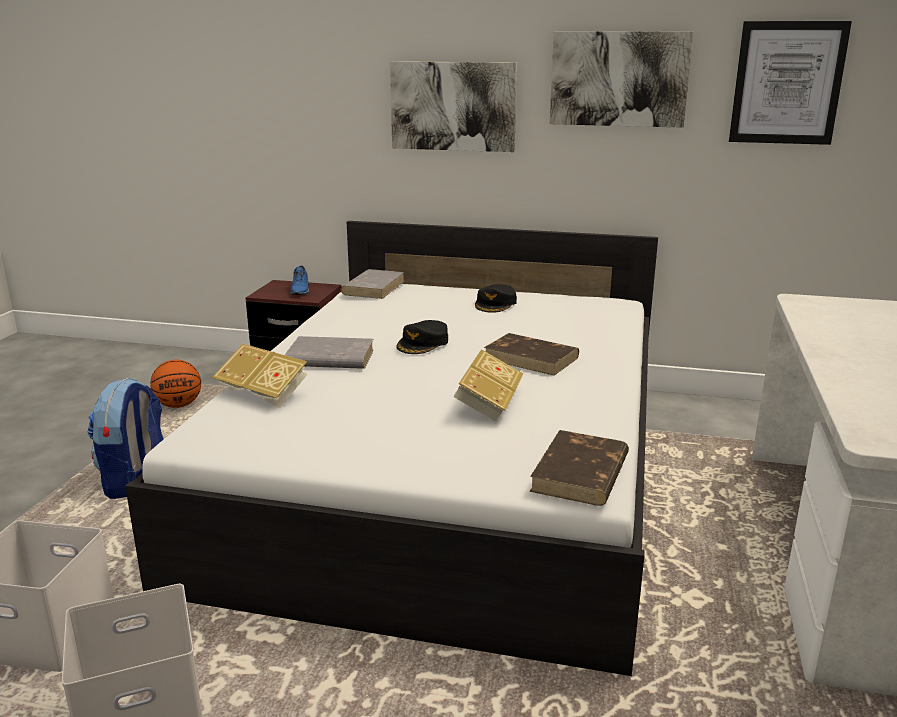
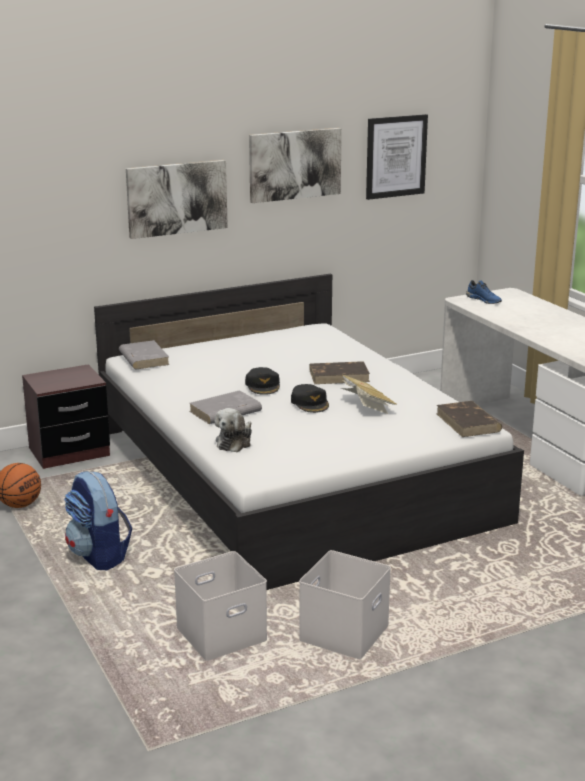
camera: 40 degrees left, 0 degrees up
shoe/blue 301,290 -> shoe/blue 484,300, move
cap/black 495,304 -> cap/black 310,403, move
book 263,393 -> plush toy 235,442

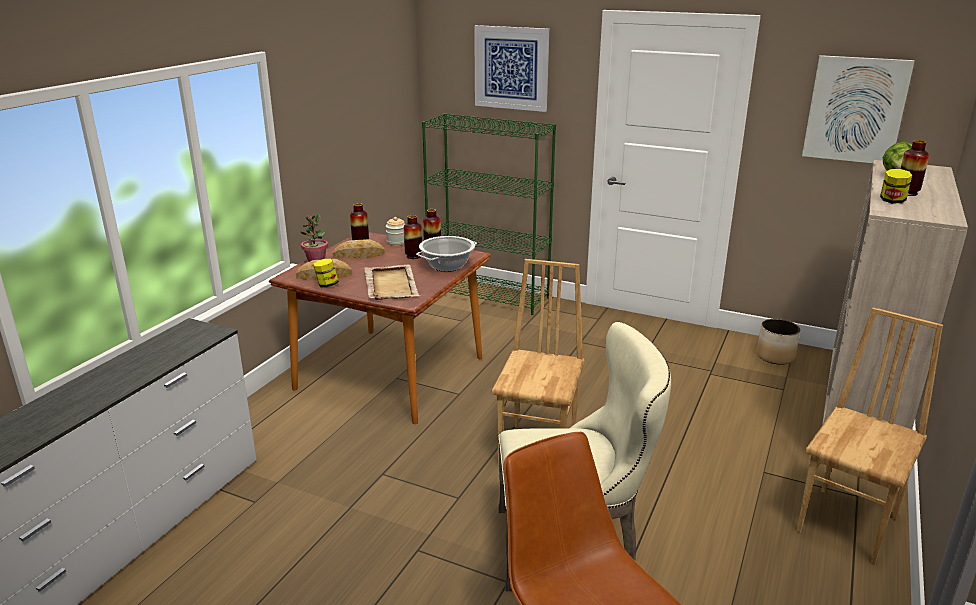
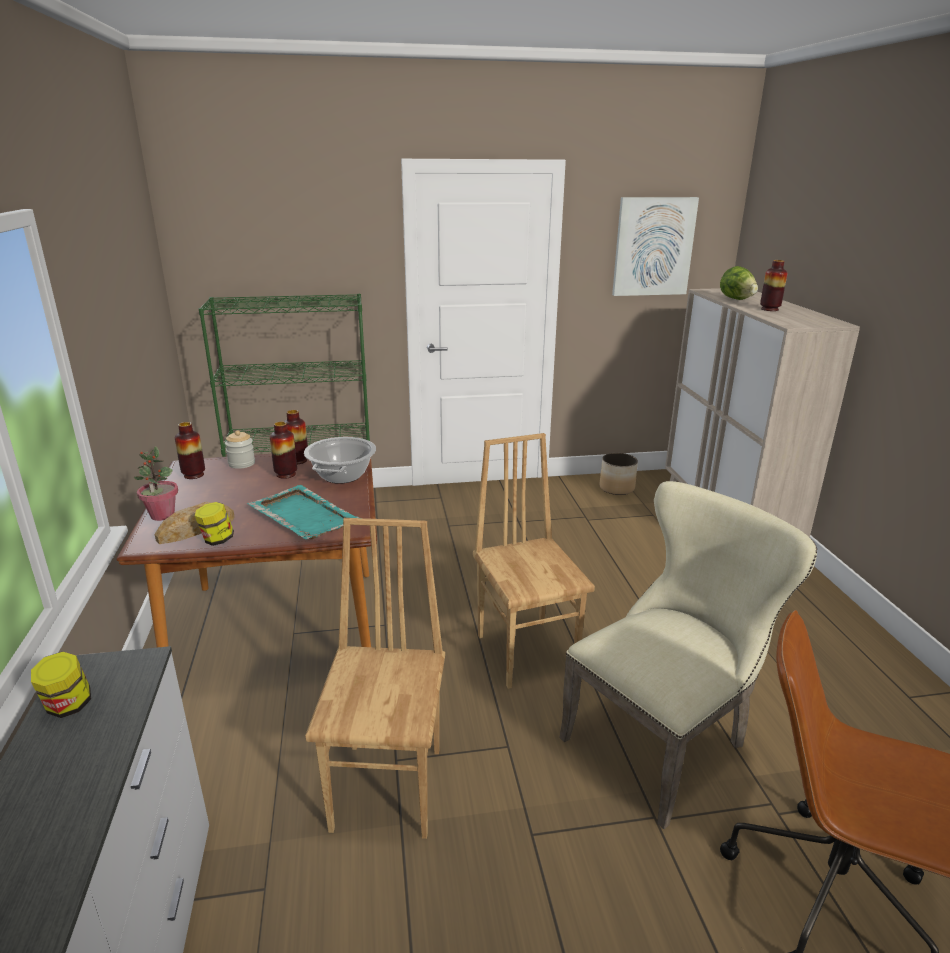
camera: 35 degrees left, 0 degrees up
picture 511,68 -> none
jar 892,201 -> jar 68,706, move
bread 358,255 -> none
tray/beige 391,284 -> tray/turquoise 303,515
chair/brown 849,524 -> chair/brown 390,787, move

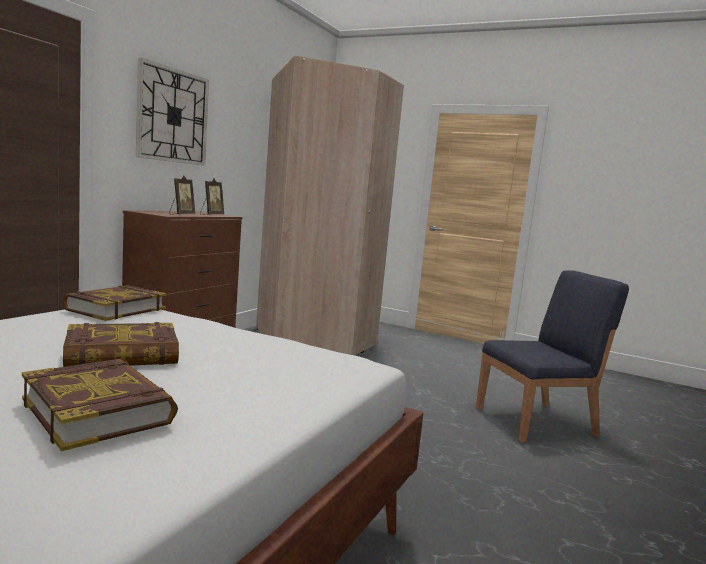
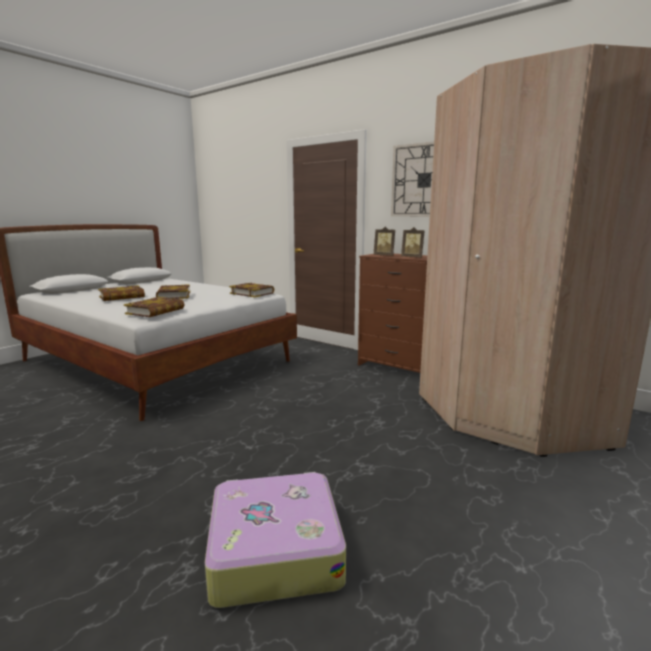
camera: 100 degrees right, 5 degrees up
chair/blue 537,421 -> suitcase 274,549
none -> book 155,311

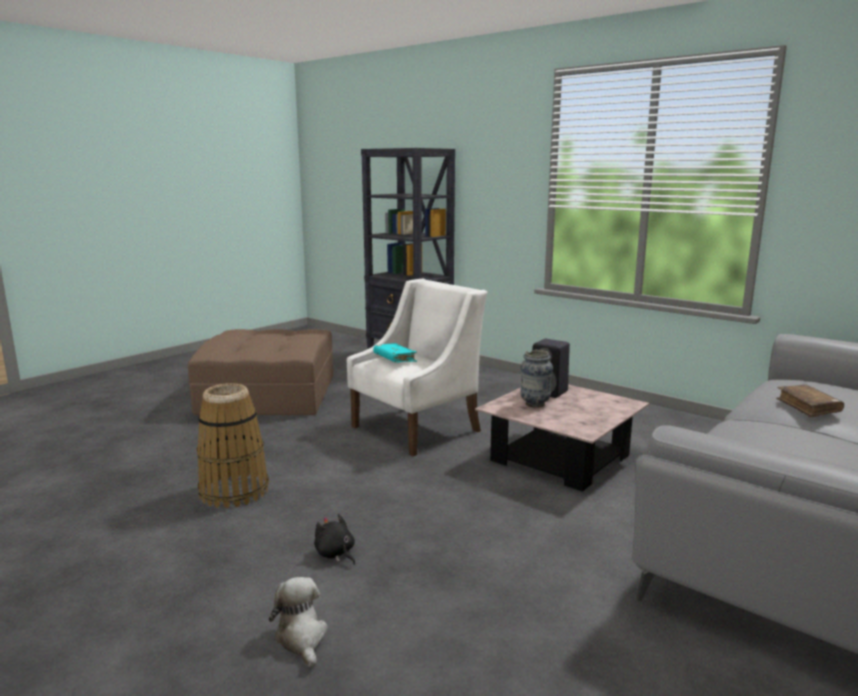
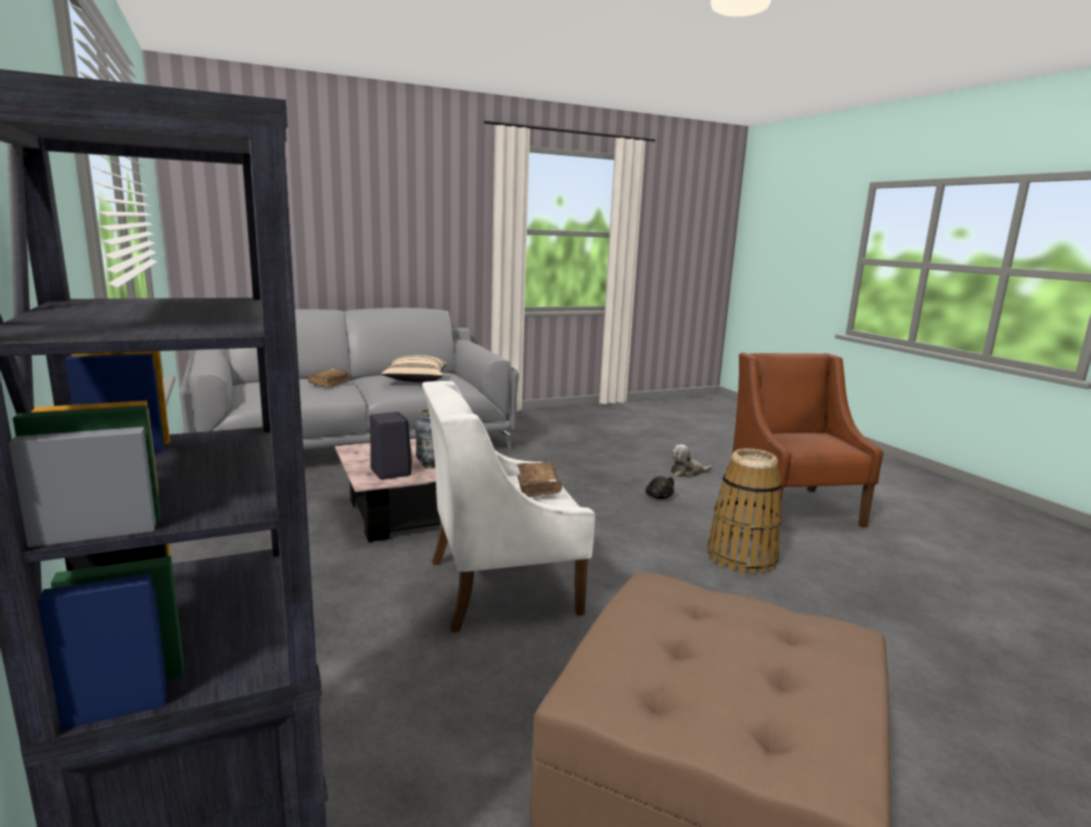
camera: 155 degrees left, 0 degrees up
book/turquoise 394,359 -> book/brown 538,487
plush toy 301,638 -> plush toy 687,473, 75 degrees clockwise
none -> armchair/brown 792,508
none -> pillow/beige 415,380

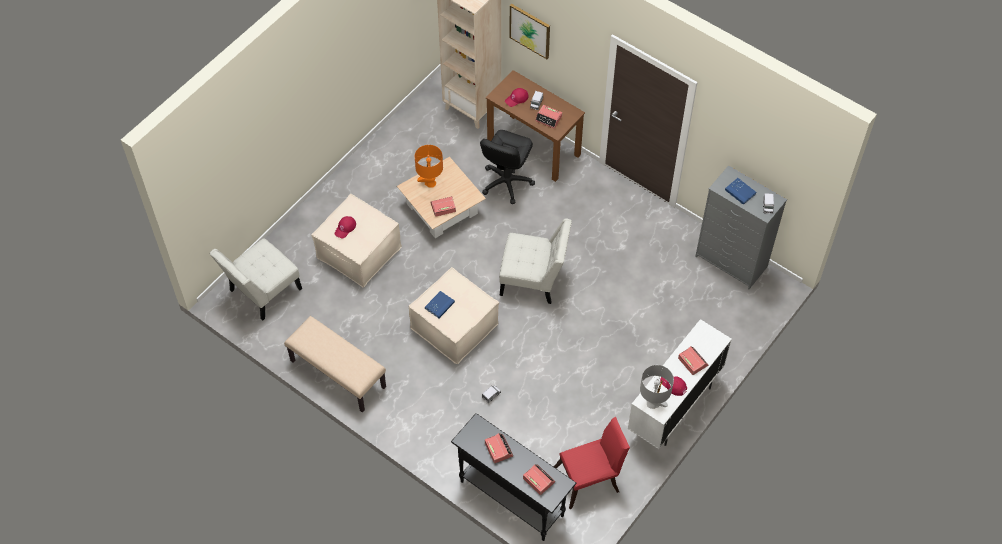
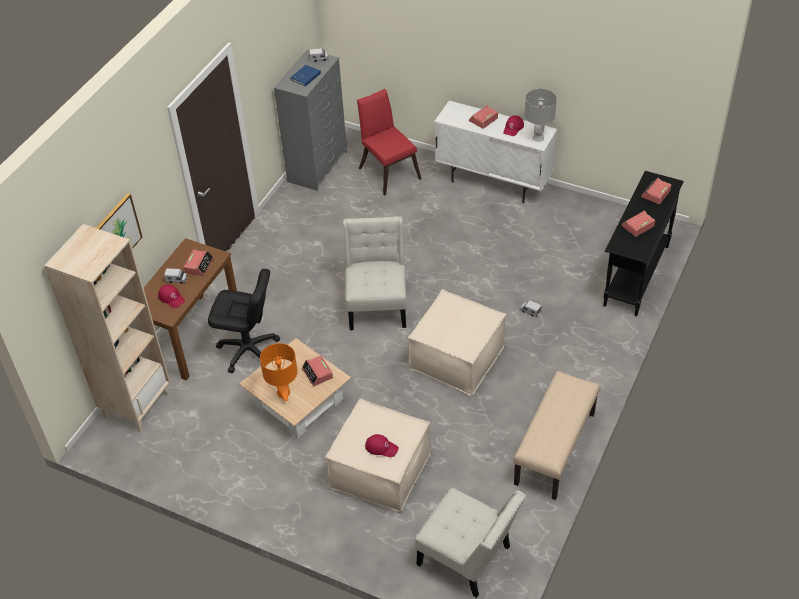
camera: 100 degrees left, 10 degrees down
book/blue 439,305 -> none
chair/red 590,479 -> chair/red 388,171, move

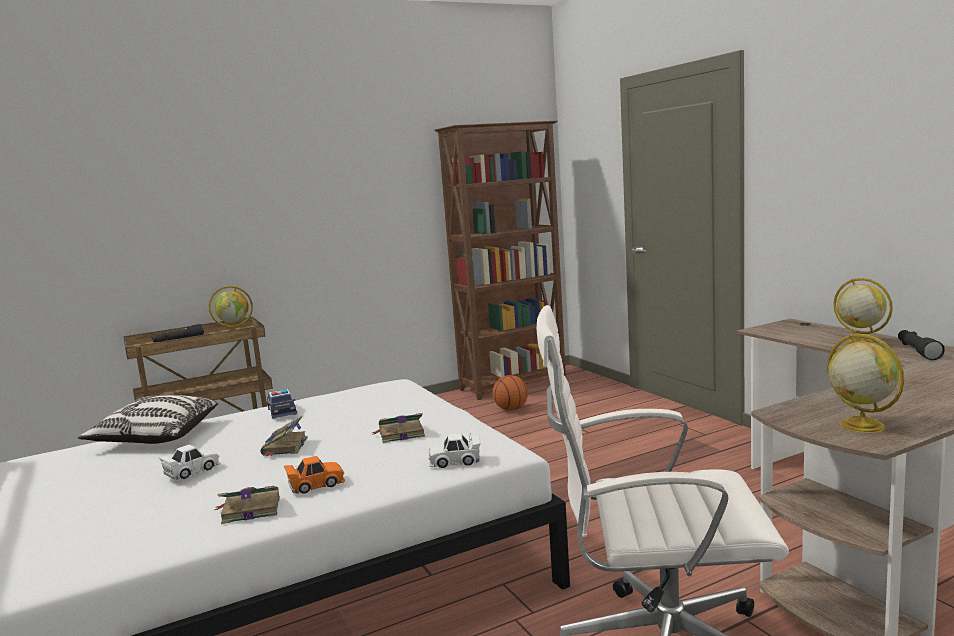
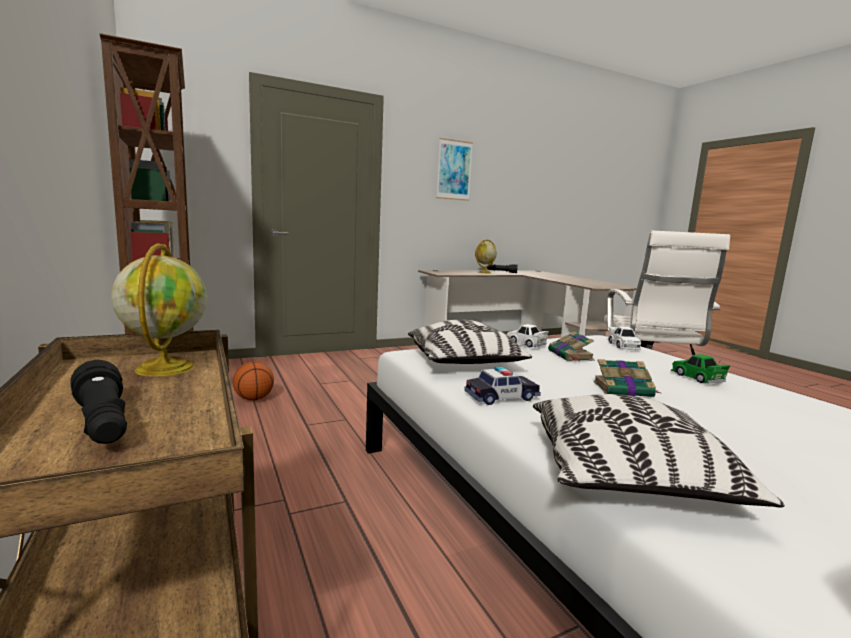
camera: 90 degrees left, 0 degrees up
globe 860,425 -> none
toy car/white 192,471 -> toy car/white 526,343, move
toy car/orange 316,485 -> toy car/green 697,378
book 249,510 -> none
none -> picture 454,170
none -> pillow 464,363

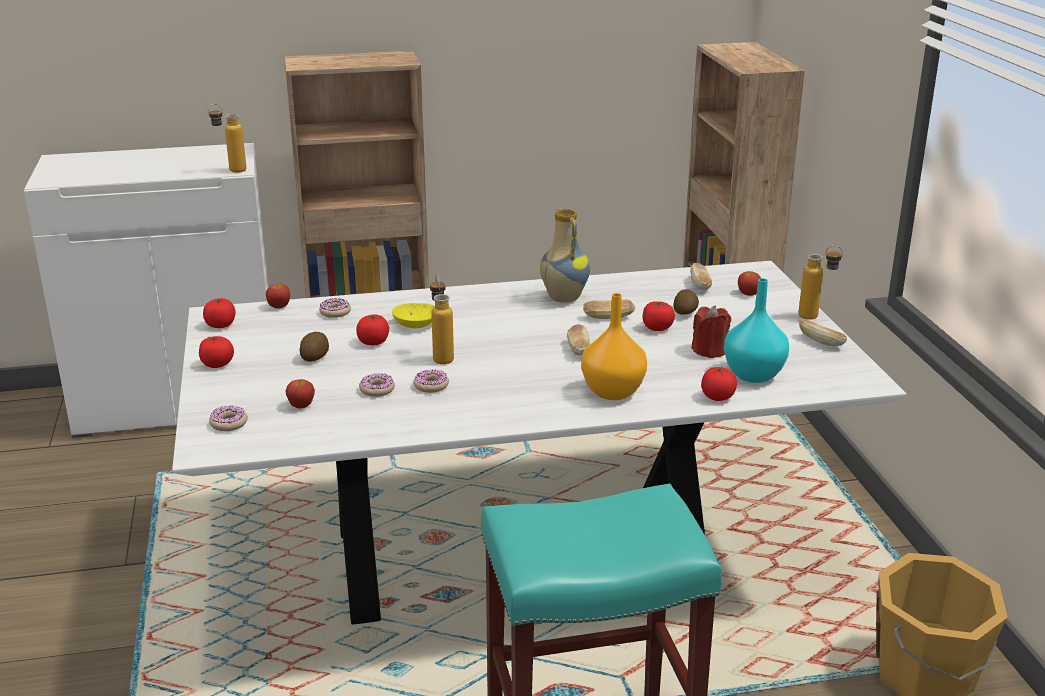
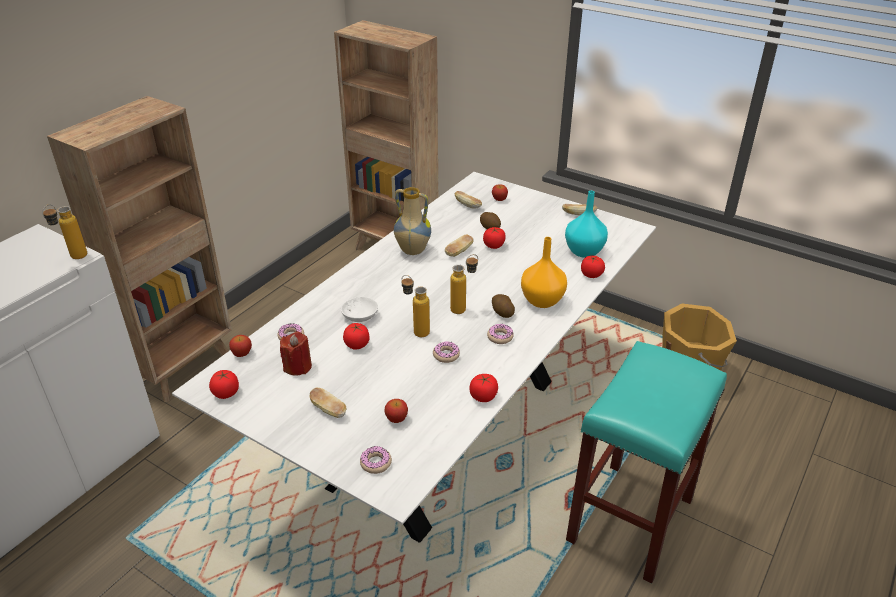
camera: 45 degrees left, 10 degrees up
bottle 816,317 -> bottle 464,308, move
bowl/yellow 415,325 -> bowl/white 360,317
candle/red 709,350 -> candle/red 297,366, move
bread 578,350 -> bread 328,410, move
potato 314,357 -> potato 502,312, move
tomato 217,364 -> tomato 483,396, move
donut 377,390 -> donut 500,337, move

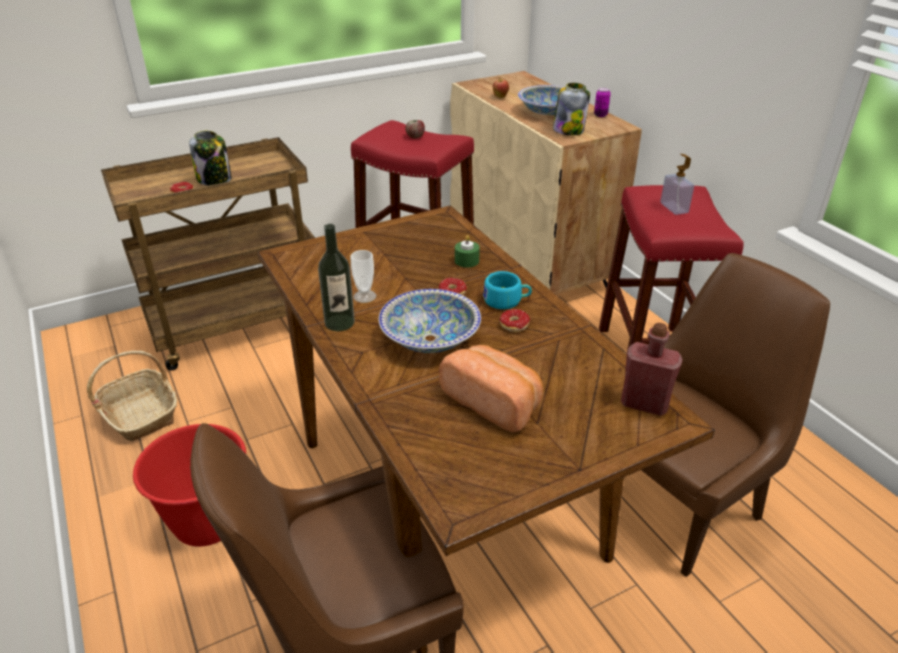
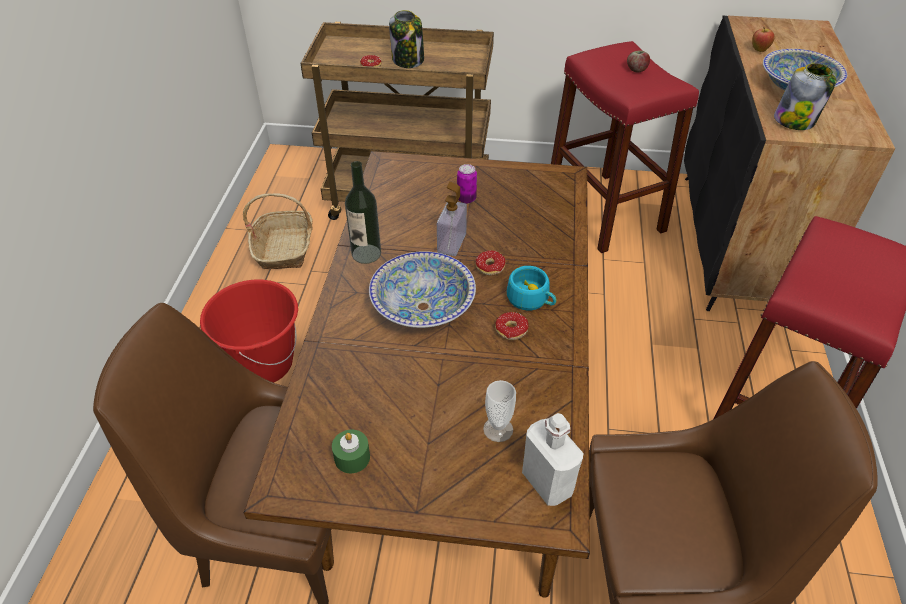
camera: 35 degrees right, 10 degrees up
cabinet/beige 529,259 -> cabinet/black 737,242
can 600,115 -> can 466,199, move
soap dispenser 674,208 -> soap dispenser 451,243, move
candle/green 466,261 -> candle/green 352,457, move
cup 364,296 -> cup 498,429, move
bottle/red 644,404 -> bottle/white 547,482
bread 494,402 -> none

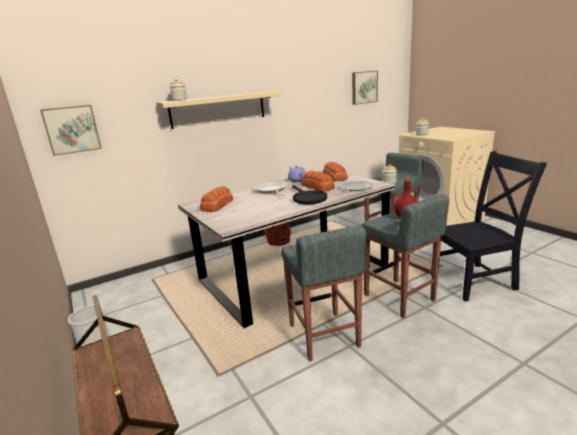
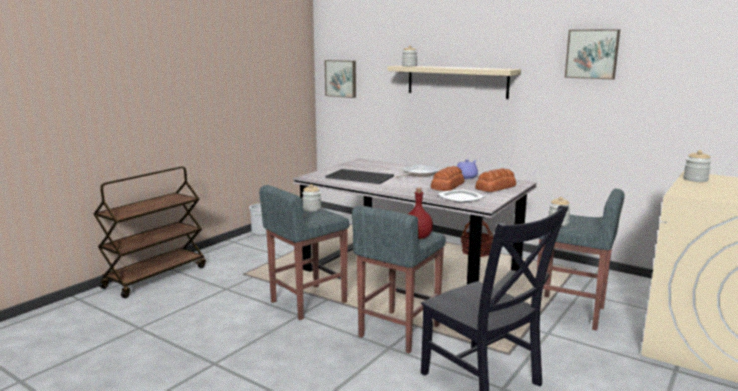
camera: 65 degrees right, 5 degrees down
picture 364,87 -> picture 592,54, move
frying pan/black 307,198 -> none
bread 216,205 -> none
none -> tray 360,177
none -> jar 312,209

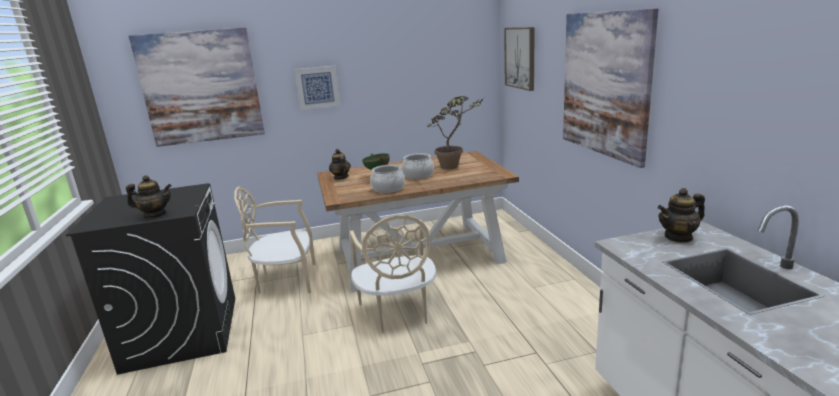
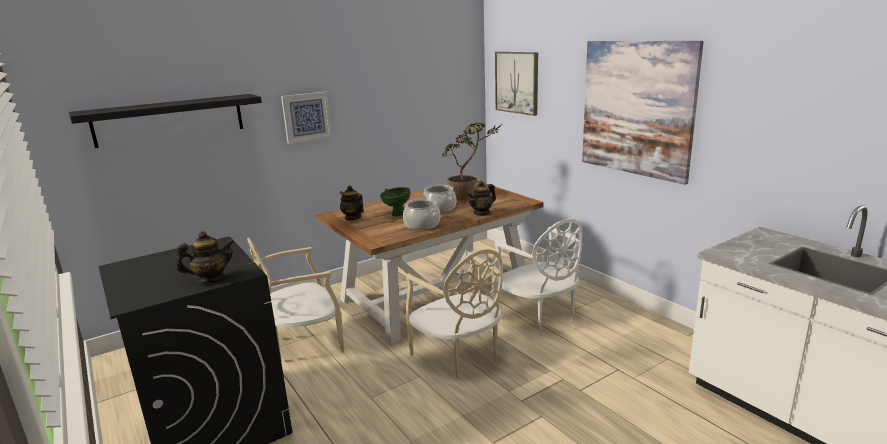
camera: 20 degrees left, 0 degrees up
picture 201,87 -> shelf/black 170,120
teapot 678,237 -> teapot 482,213, move
none -> chair/white 538,317

